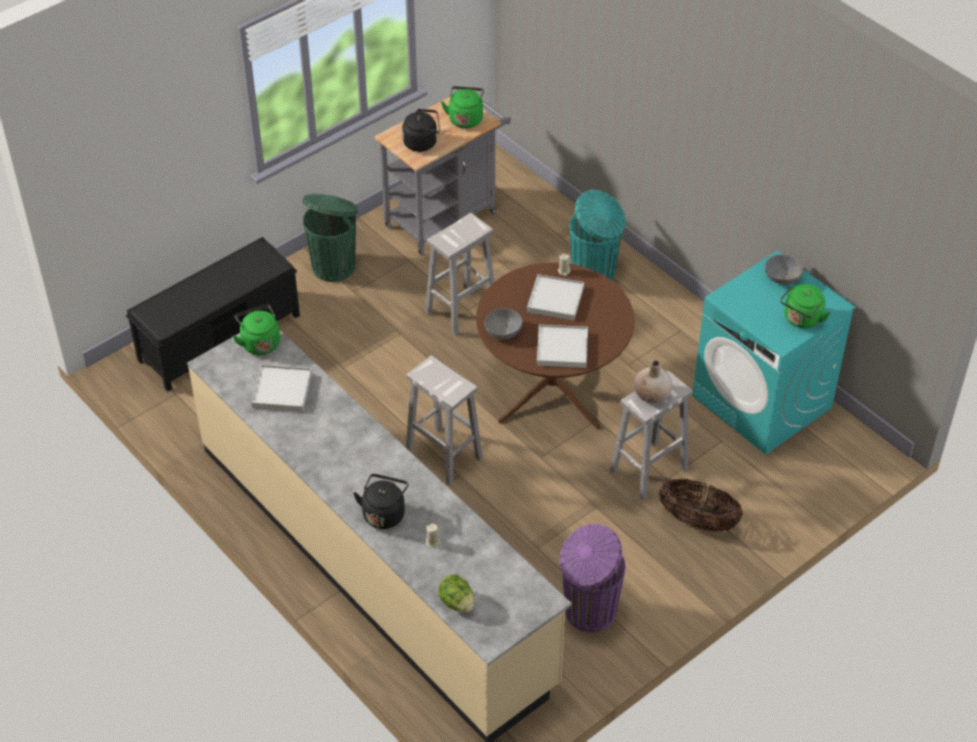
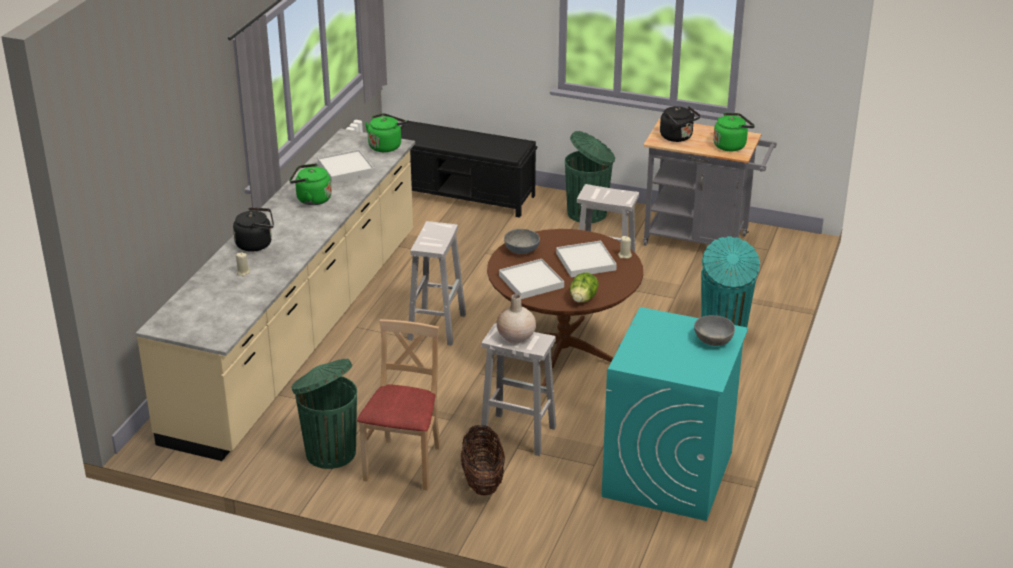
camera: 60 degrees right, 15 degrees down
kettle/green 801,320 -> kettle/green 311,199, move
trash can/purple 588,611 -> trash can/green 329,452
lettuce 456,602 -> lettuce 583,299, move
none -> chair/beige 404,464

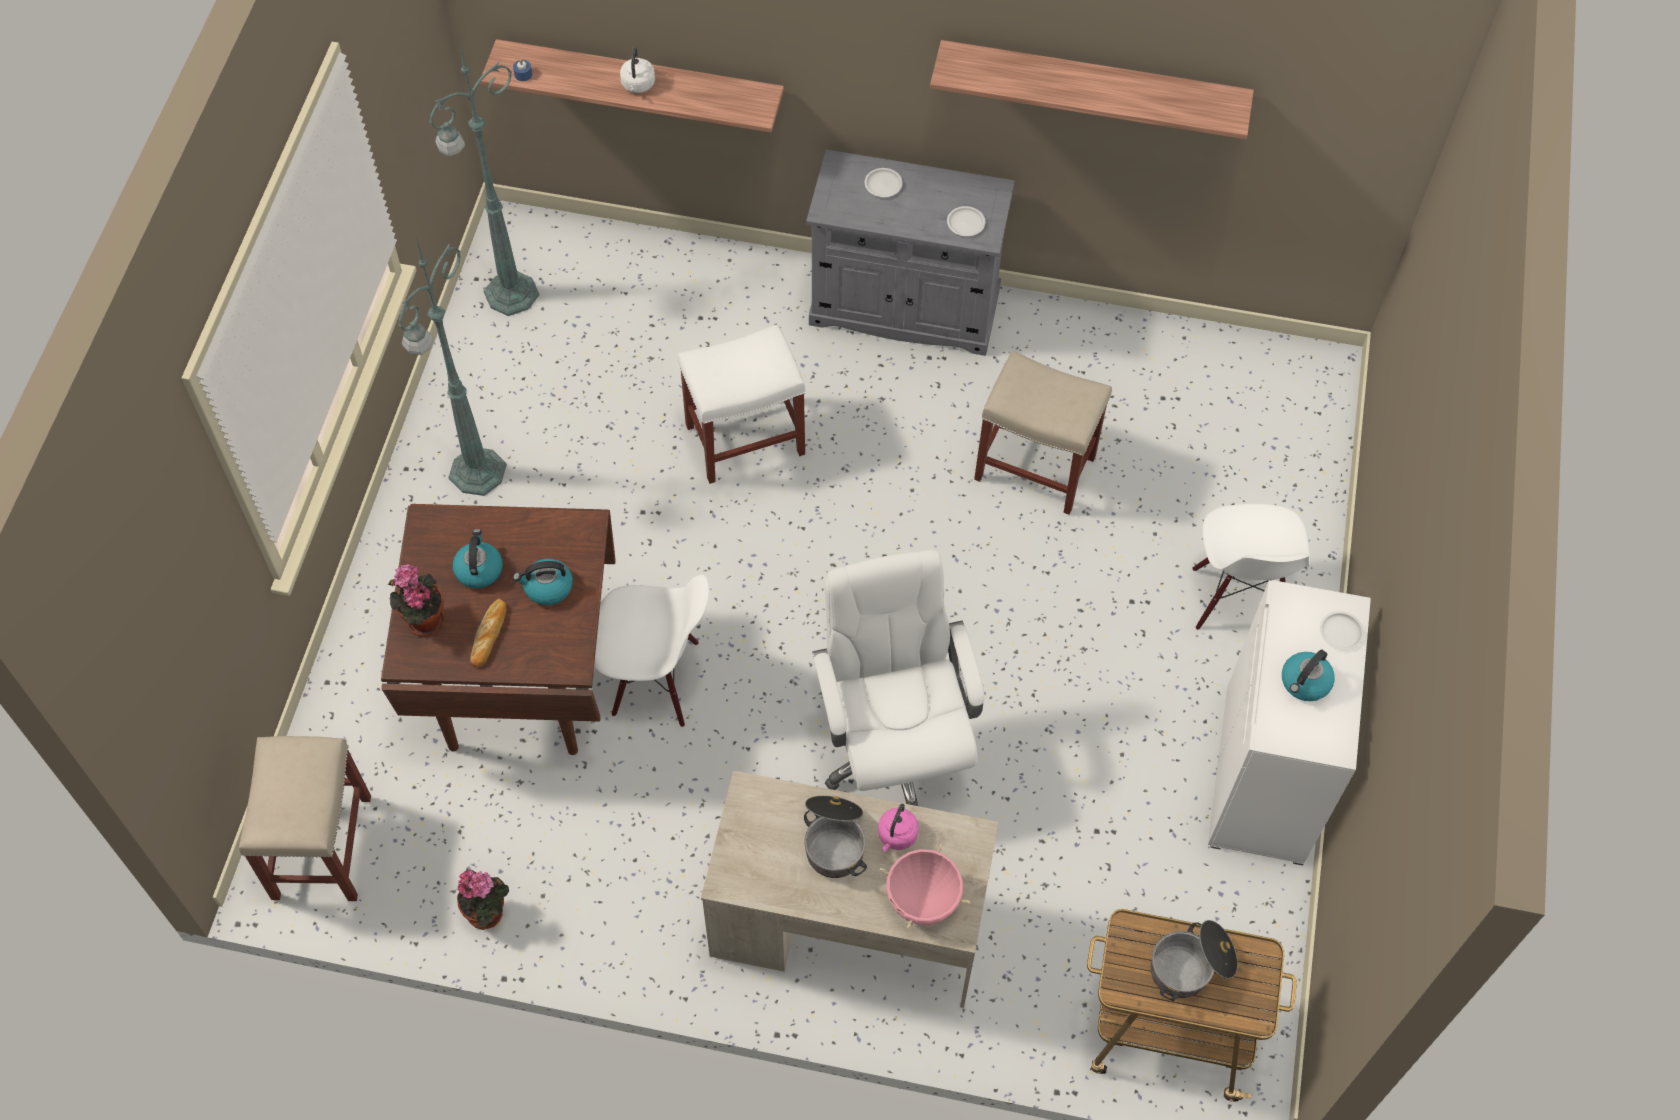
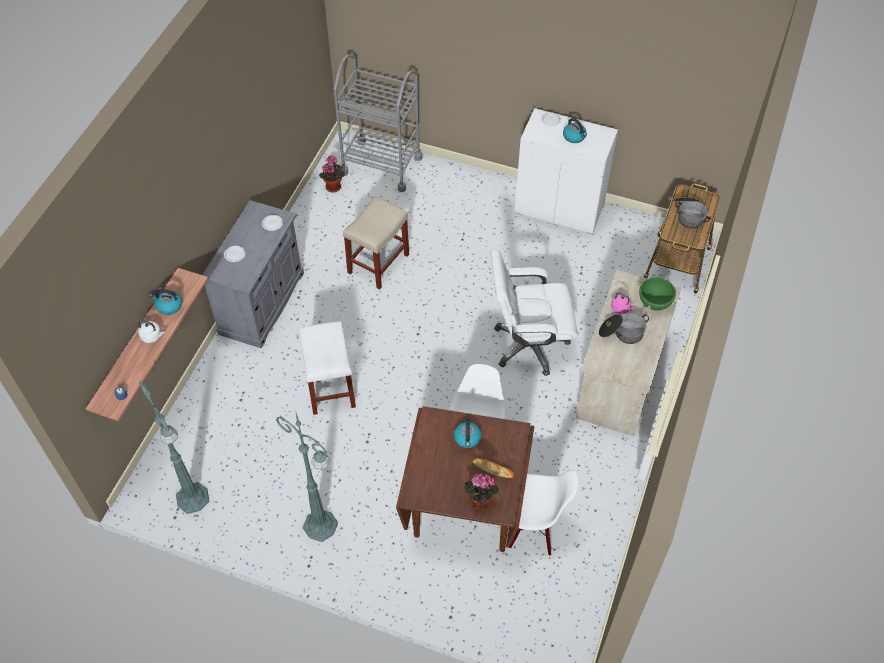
camera: 80 degrees left, 5 degrees down
shelf 1093,83 -> none
chair/white 1238,599 -> chair/white 532,527, move
kettle 479,569 -> kettle 169,306, move
stool/beige 322,849 -> none
cooking pot/pink 922,900 -> cooking pot/green 654,303
potted plant 489,913 -> potted plant 333,186, move
none -> cart/grey 381,165

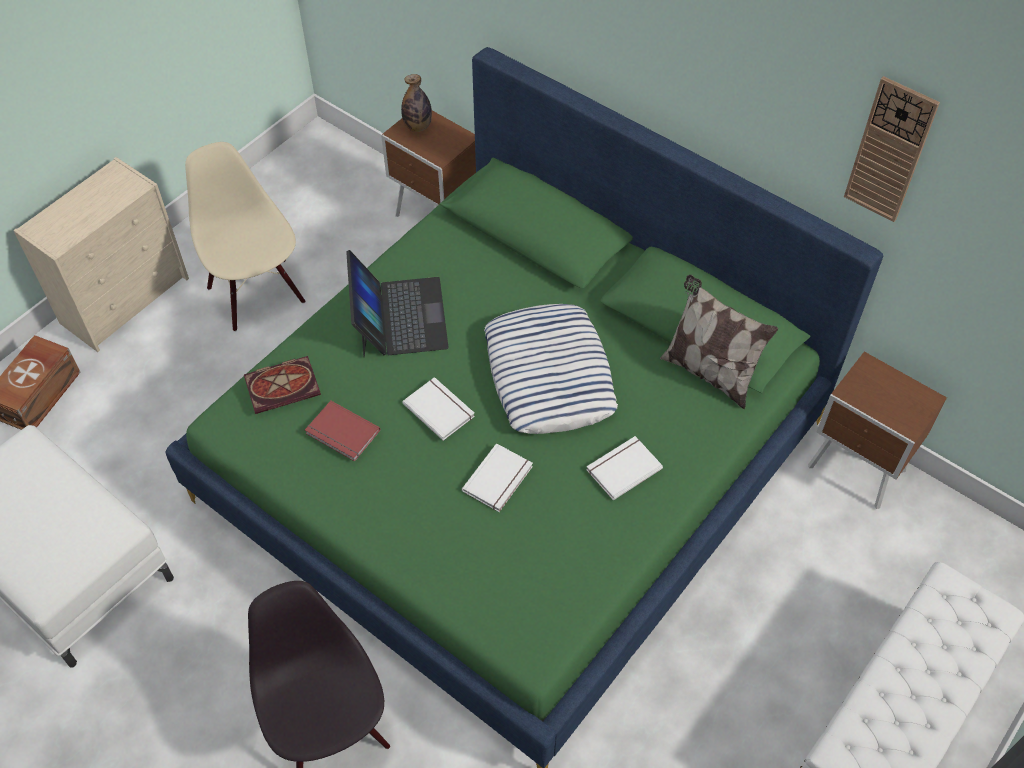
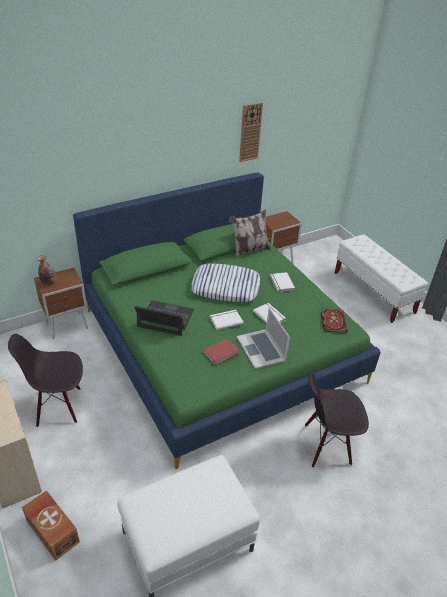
camera: 70 degrees left, 15 degrees down
chair/beige 257,294 -> chair/black 59,406
book 284,385 -> book 332,321, move
none -> laptop 261,349

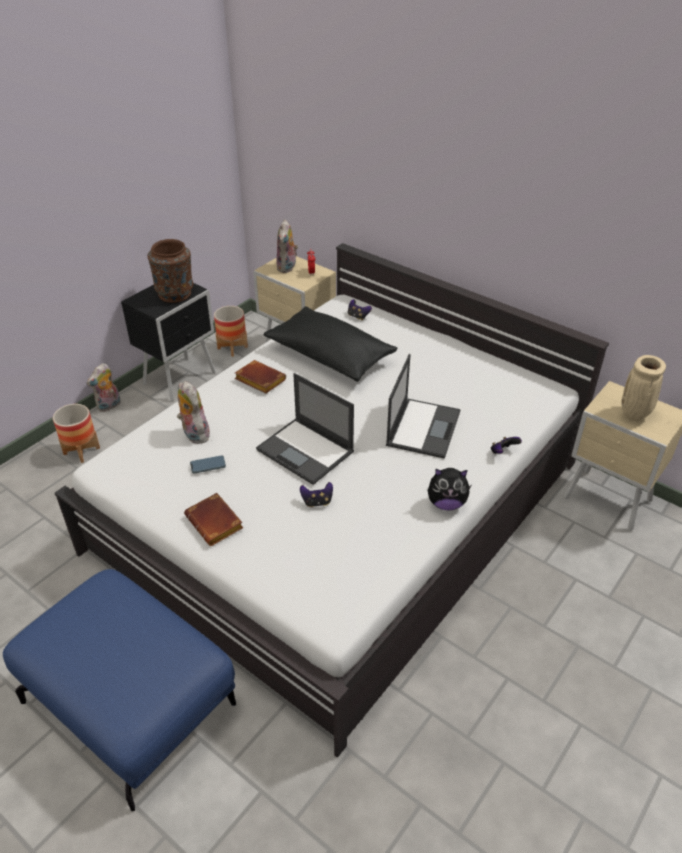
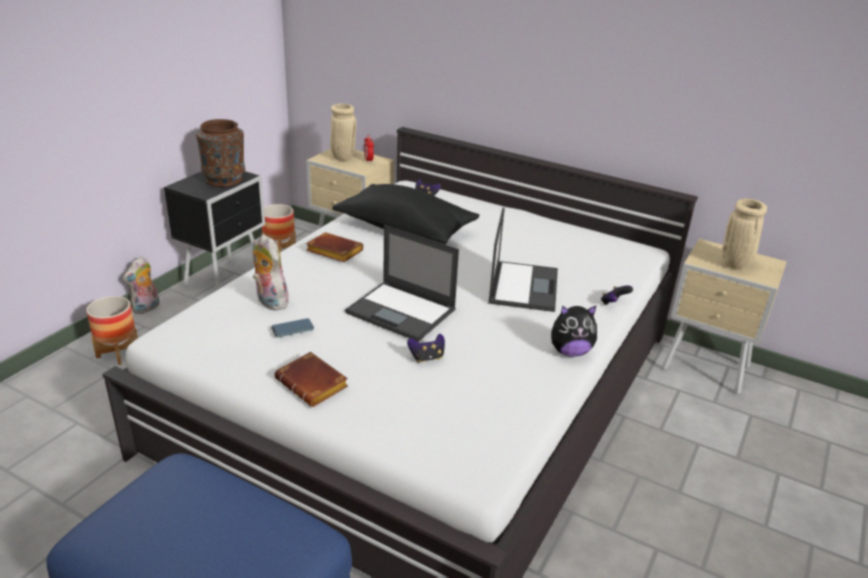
camera: 10 degrees left, 10 degrees down
plush toy 287,268 -> vase/beige 342,157

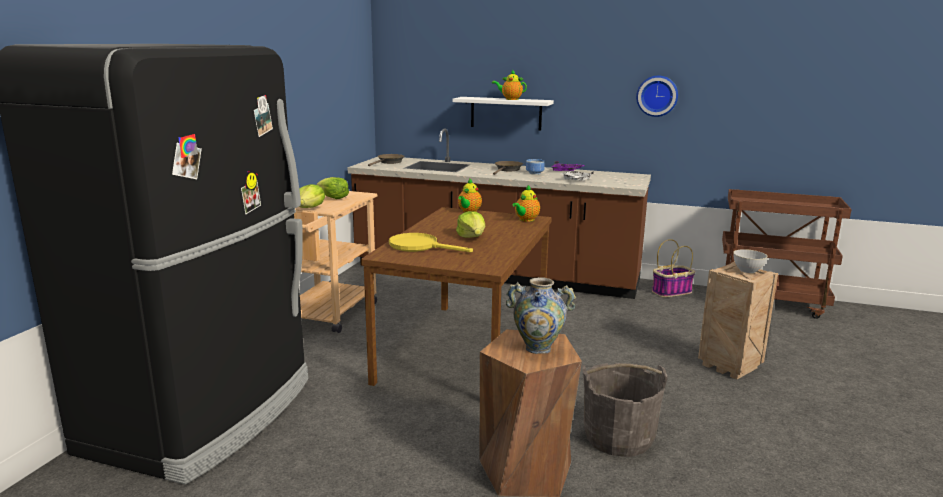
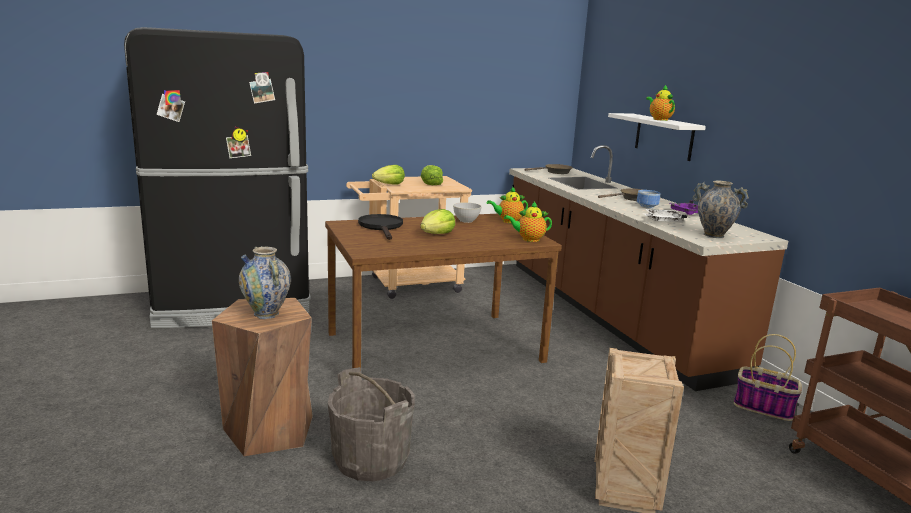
camera: 50 degrees right, 0 degrees up
wall clock 657,96 -> none
frying pan/yellow 420,246 -> frying pan/black 382,227
bowl/grey 747,270 -> bowl/grey 466,221, move
none -> vase 713,235

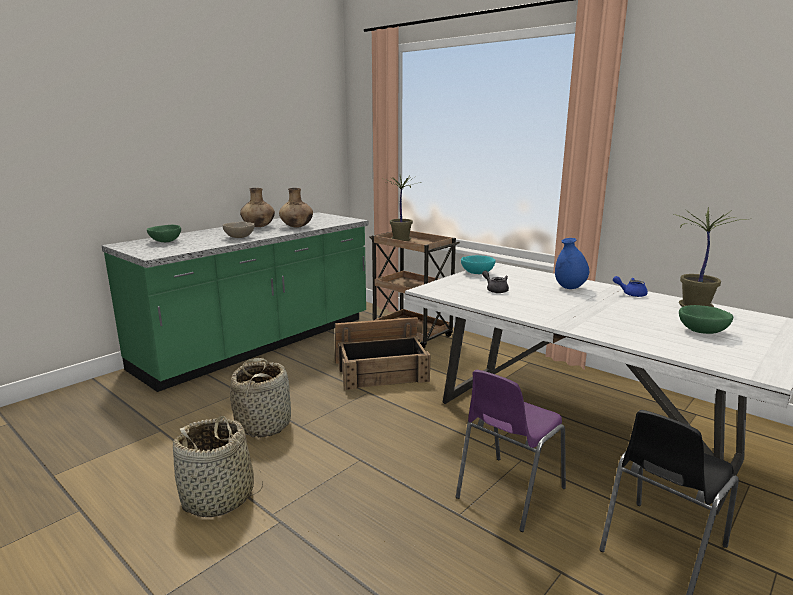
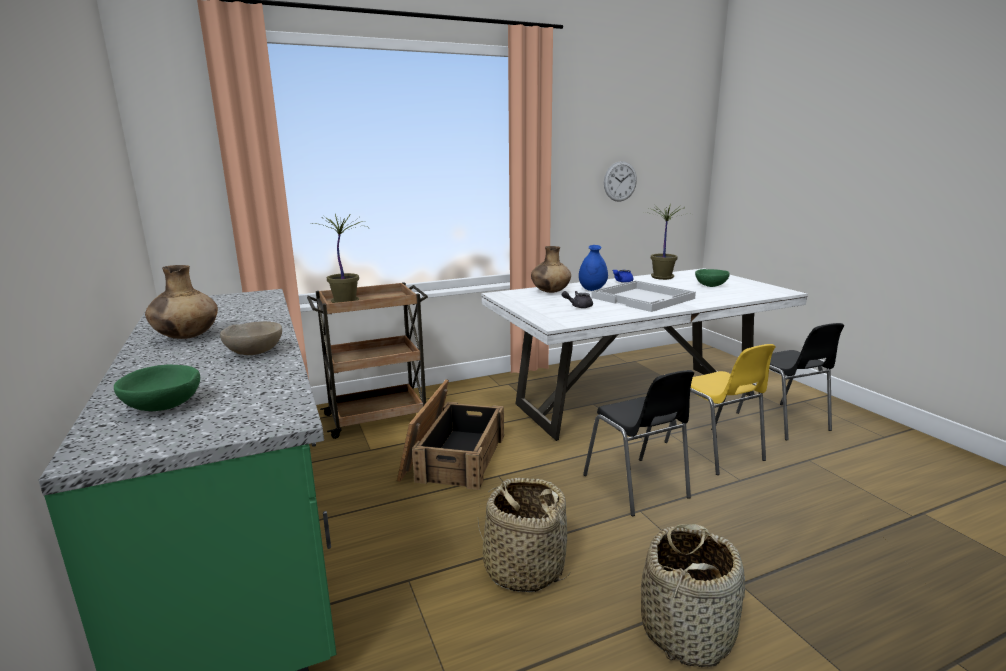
camera: 65 degrees left, 0 degrees up
vase/brown 296,227 -> vase/brown 550,292, move
bowl/turquoise 477,273 -> none
chair/purple 508,493 -> chair/yellow 715,452
none -> wall clock 620,181
none -> tray/white 643,298
none -> chair/black 637,487

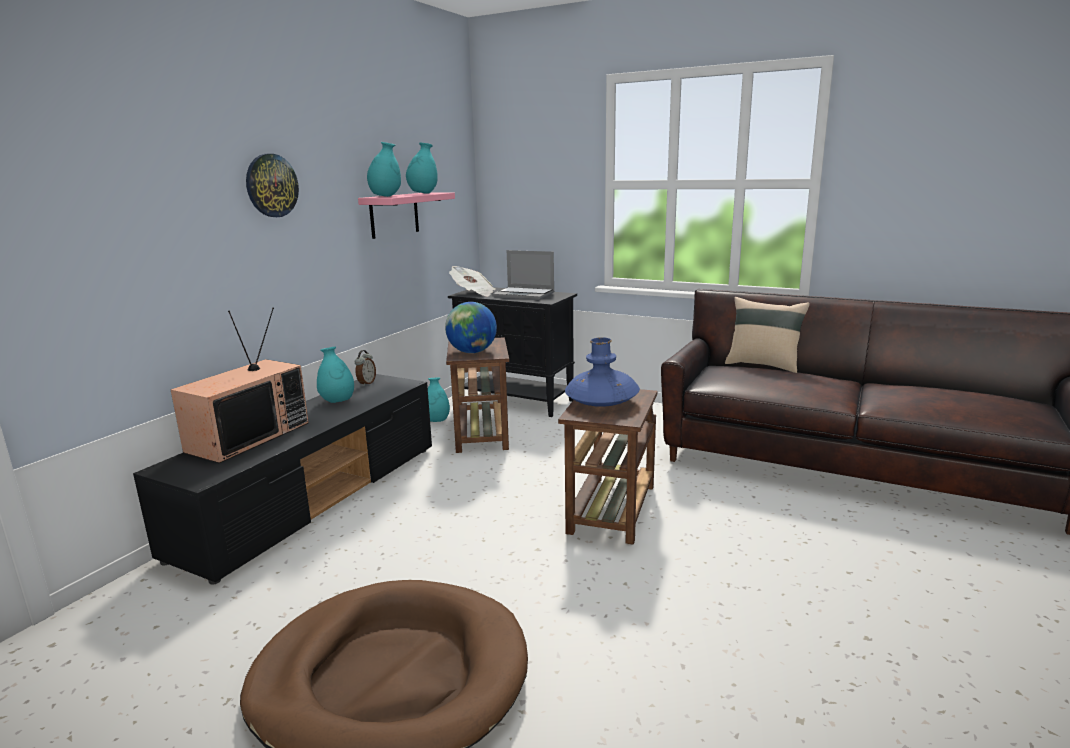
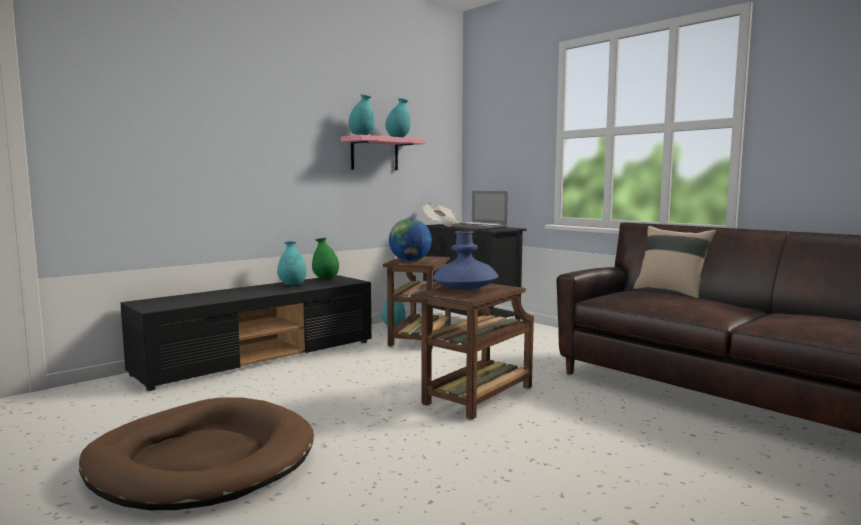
camera: 20 degrees right, 10 degrees down
wall clock 271,185 -> none
television 248,436 -> none
alarm clock 366,383 -> vase/green 325,279

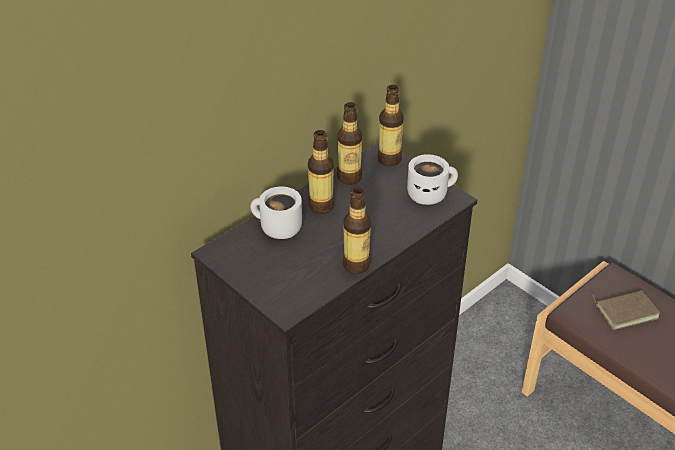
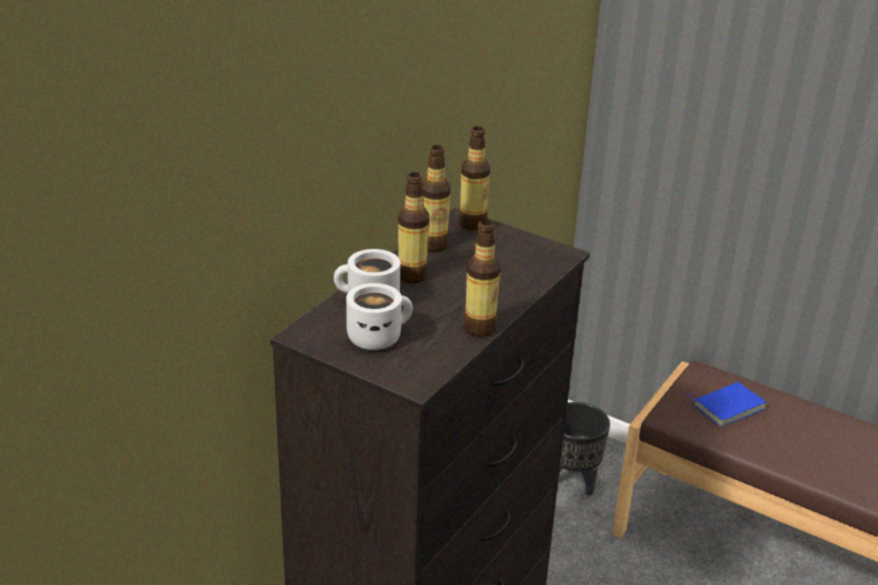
camera: 15 degrees left, 10 degrees down
mug/white 429,193 -> mug/white 377,336, move
book/brown 625,310 -> book/blue 727,406
none -> planter/black 572,481

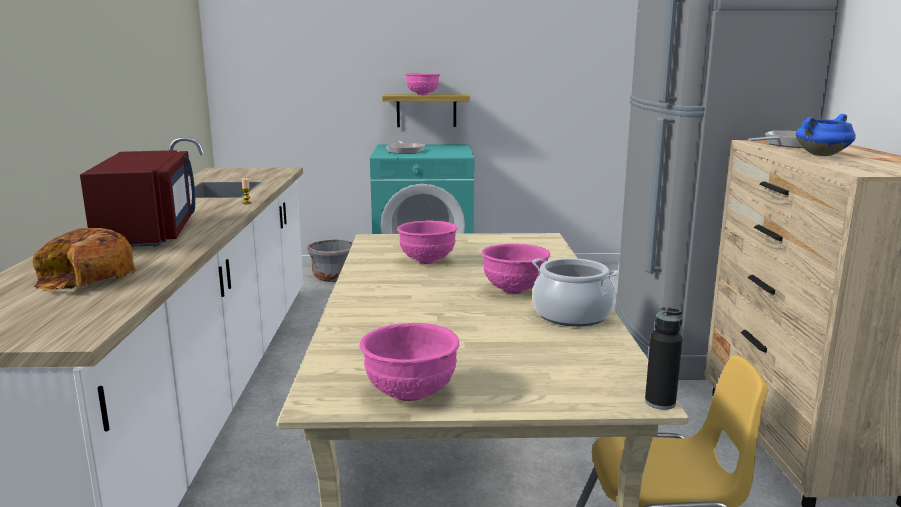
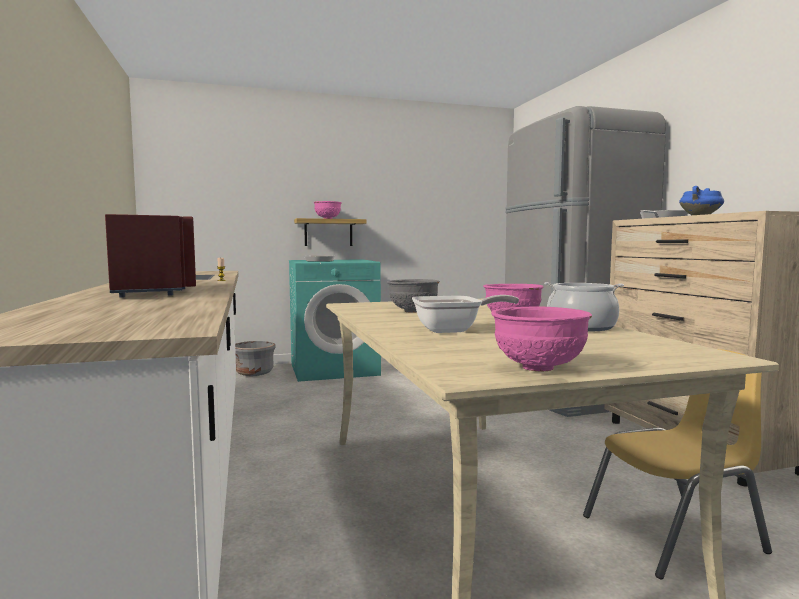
camera: 15 degrees left, 10 degrees down
bowl/pink 427,261 -> bowl/grey 412,311
bread 85,278 -> none
bottle/black 660,402 -> none
none -> frying pan 454,330

